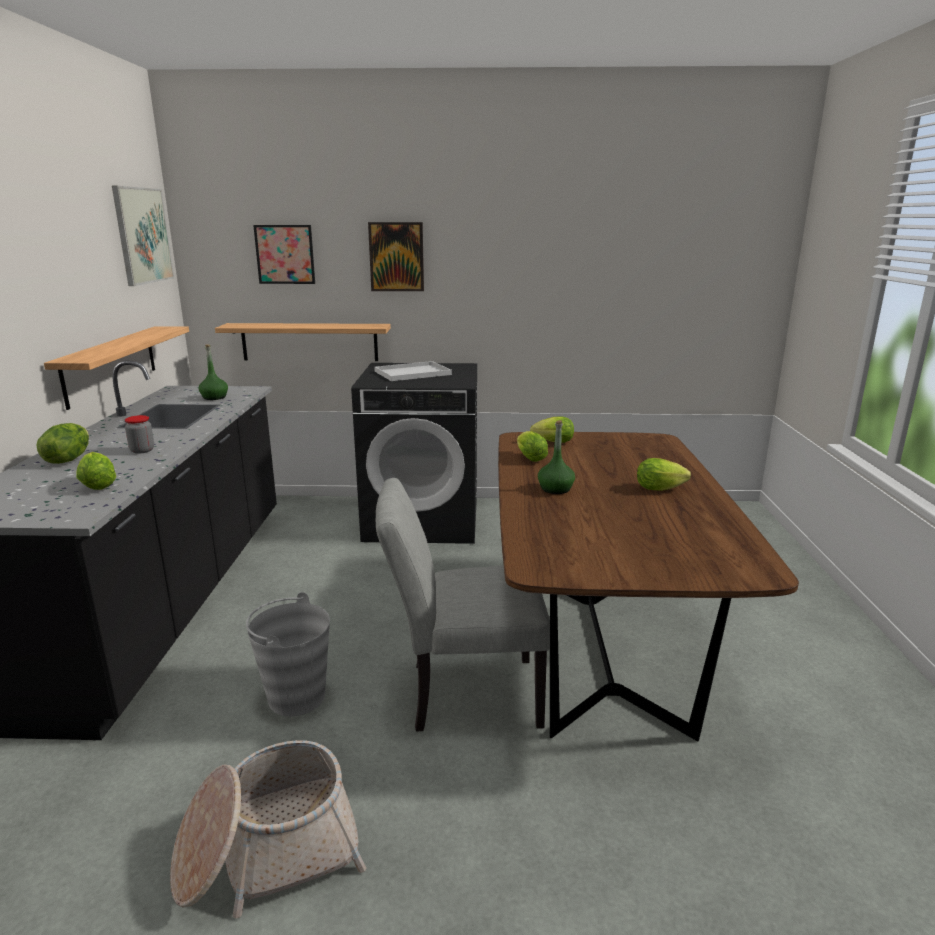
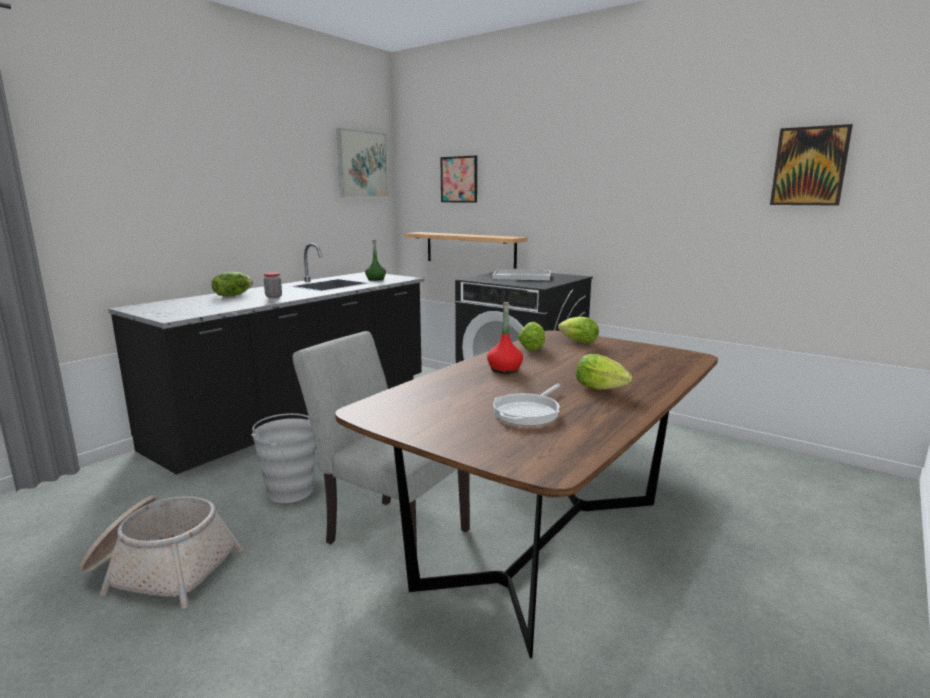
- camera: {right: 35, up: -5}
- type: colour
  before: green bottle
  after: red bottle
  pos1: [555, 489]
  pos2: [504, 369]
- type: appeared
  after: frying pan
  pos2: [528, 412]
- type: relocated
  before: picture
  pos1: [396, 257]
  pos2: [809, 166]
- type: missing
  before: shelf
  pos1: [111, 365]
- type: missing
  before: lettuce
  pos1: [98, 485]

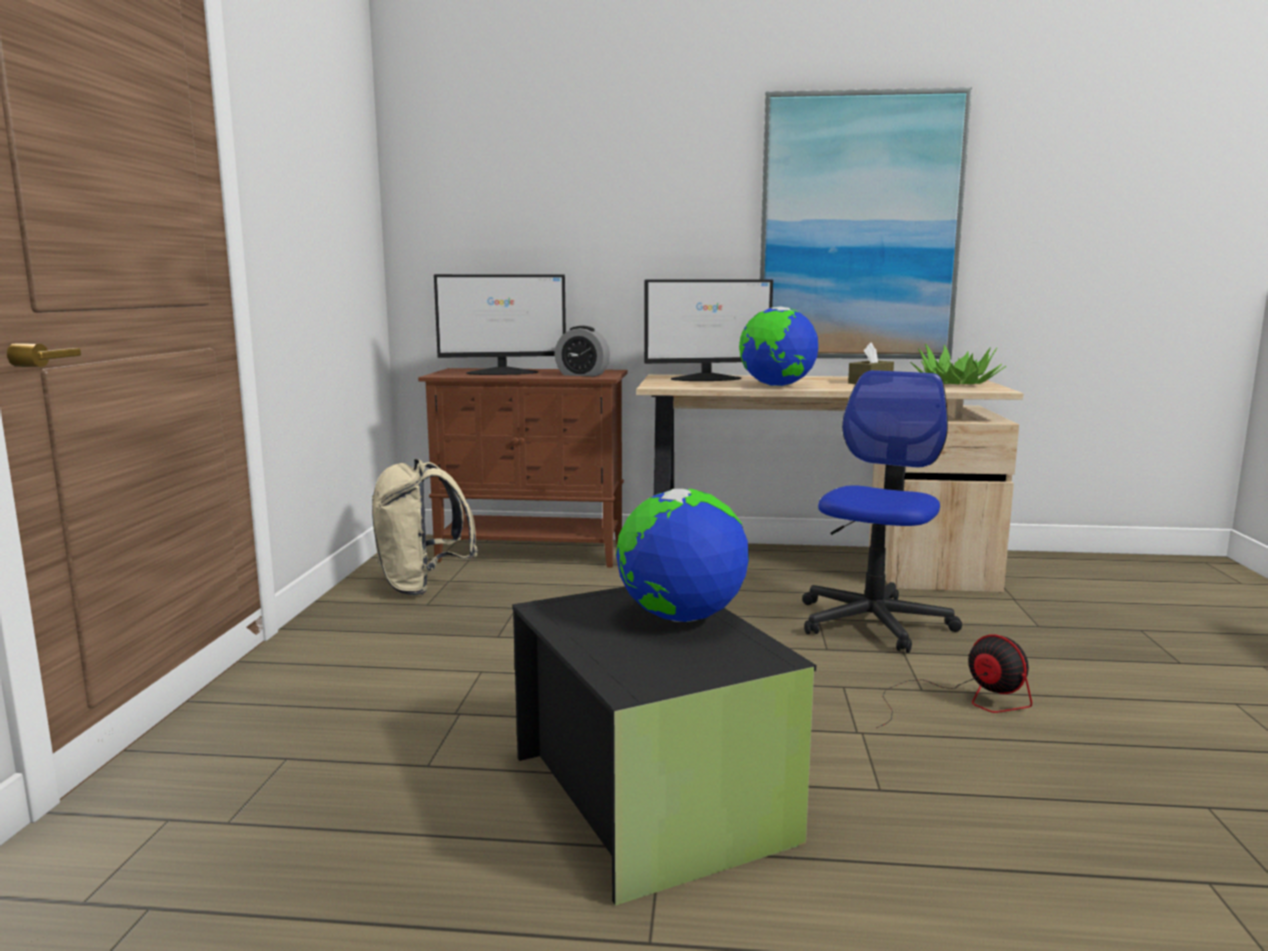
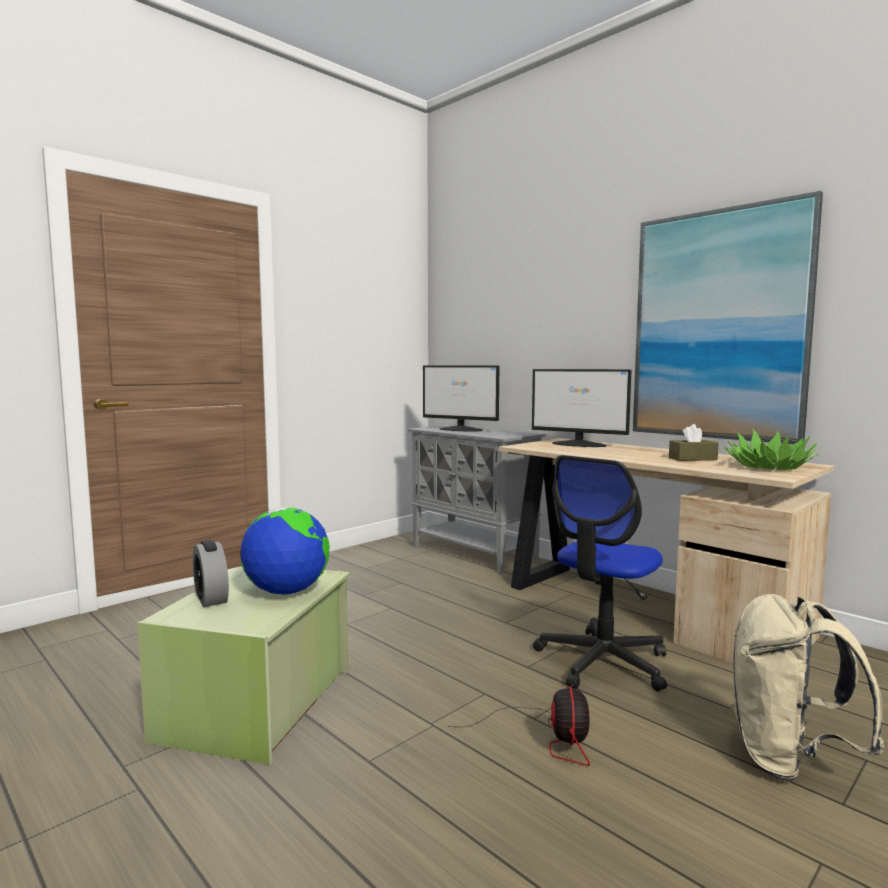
- camera: {right: 40, up: -5}
- type: colour
  before: black storage box
  after: green storage box
  pos1: [653, 795]
  pos2: [261, 703]
- type: relocated
  before: alarm clock
  pos1: [582, 375]
  pos2: [211, 598]
- type: colour
  before: brown cabinet
  after: grey cabinet
  pos1: [533, 552]
  pos2: [474, 553]
- type: spun
  before: office chair
  pos1: [873, 622]
  pos2: [602, 662]
  turn: 150
- type: relocated
  before: beige backpack
  pos1: [421, 586]
  pos2: [788, 759]
- type: missing
  before: globe
  pos1: [777, 386]

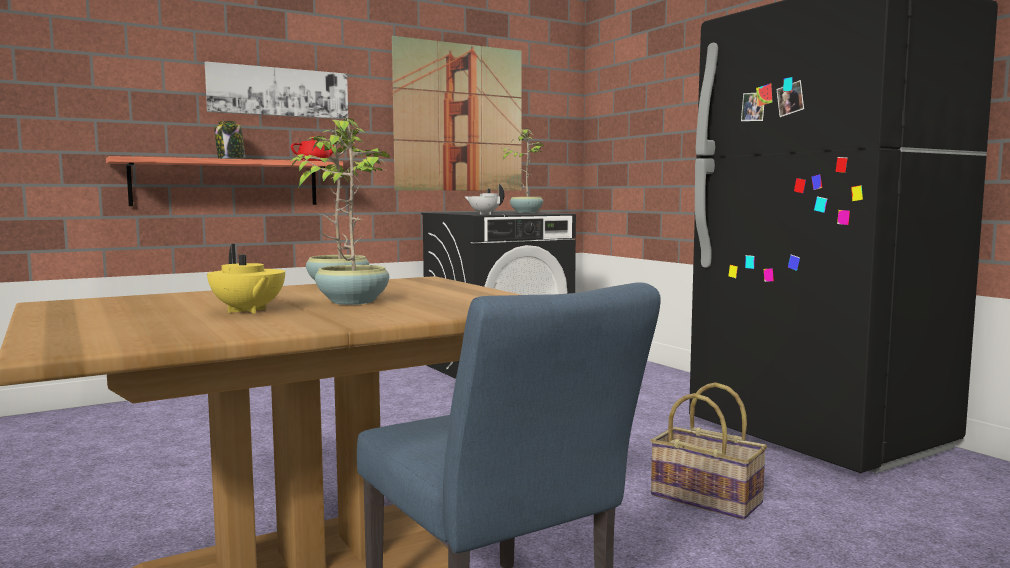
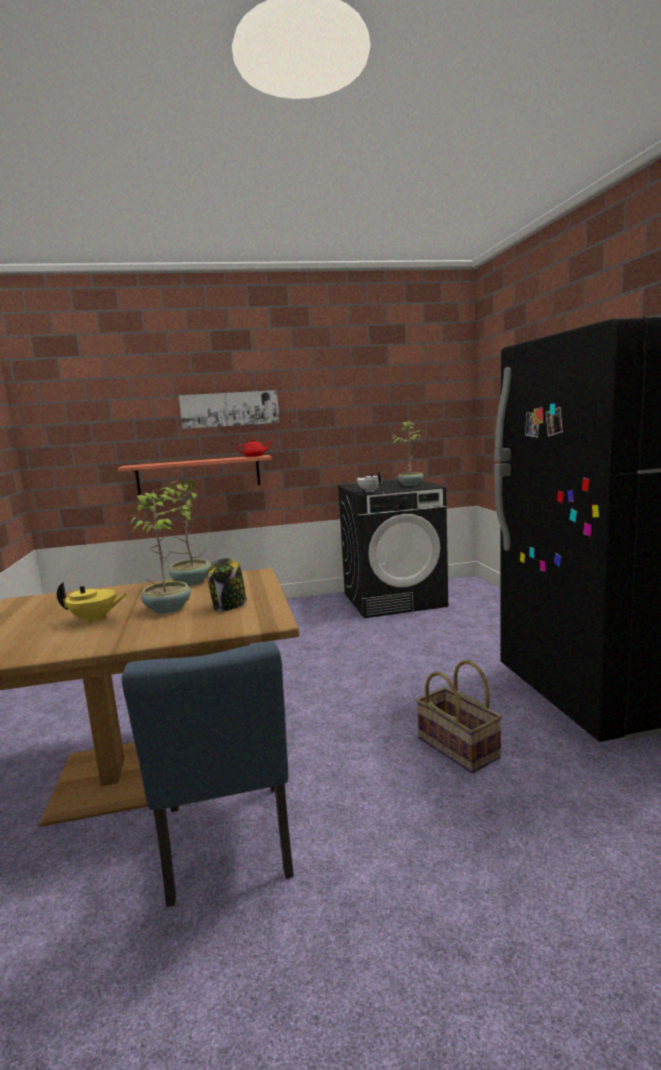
- camera: {right: 20, up: 5}
- type: spun
  before: yellow teapot
  pos1: [248, 311]
  pos2: [95, 619]
  turn: -75
- type: relocated
  before: jar
  pos1: [231, 159]
  pos2: [229, 606]
- type: missing
  before: picture
  pos1: [459, 118]

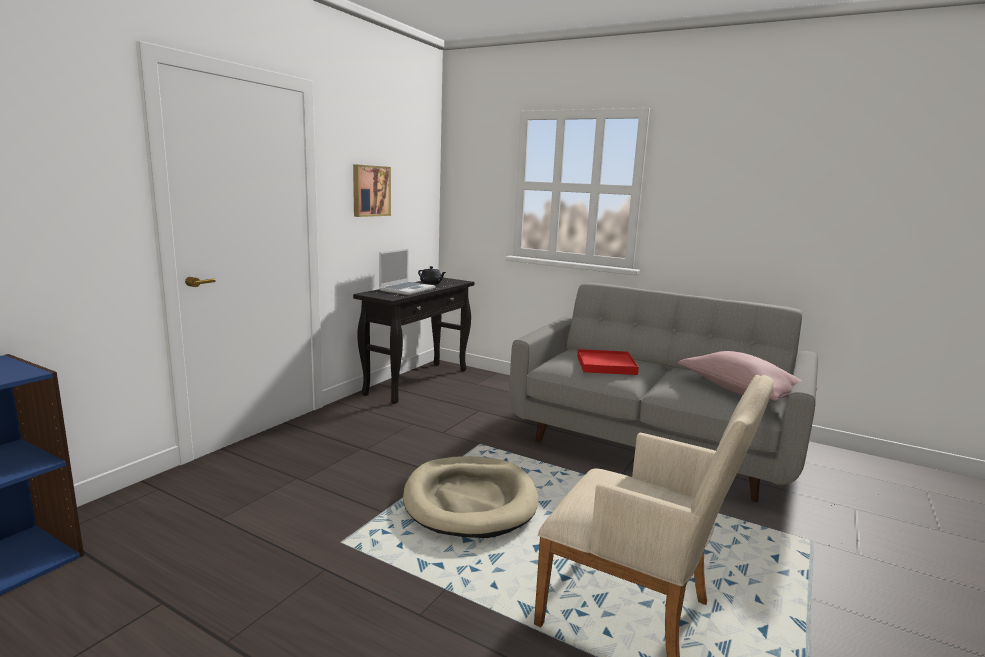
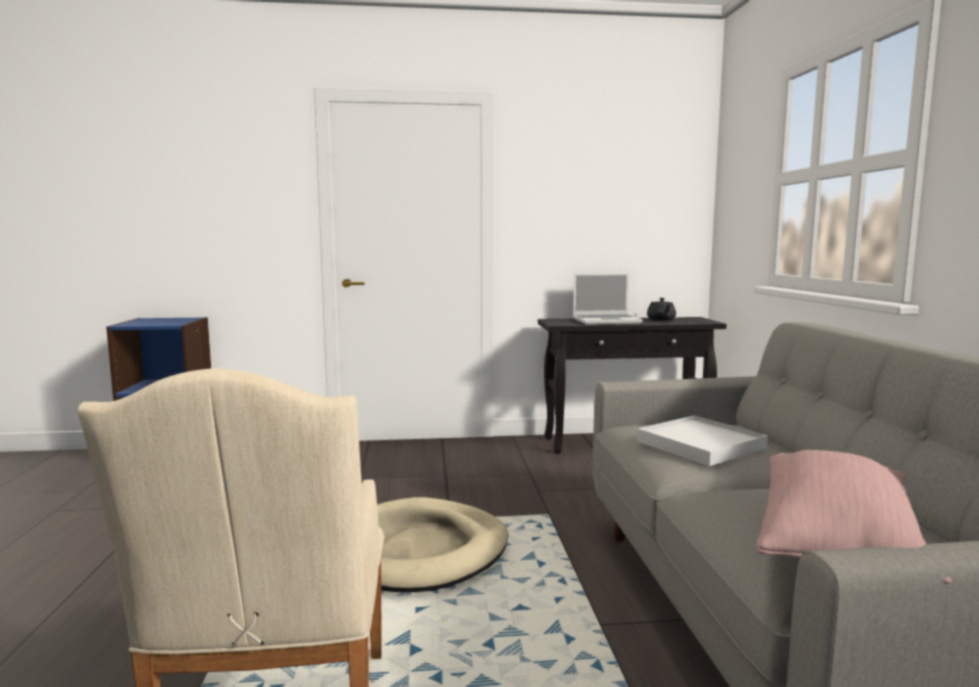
- camera: {right: 55, up: -5}
- type: colour
  before: red tray
  after: white tray
  pos1: [606, 365]
  pos2: [700, 445]
- type: missing
  before: picture
  pos1: [370, 191]

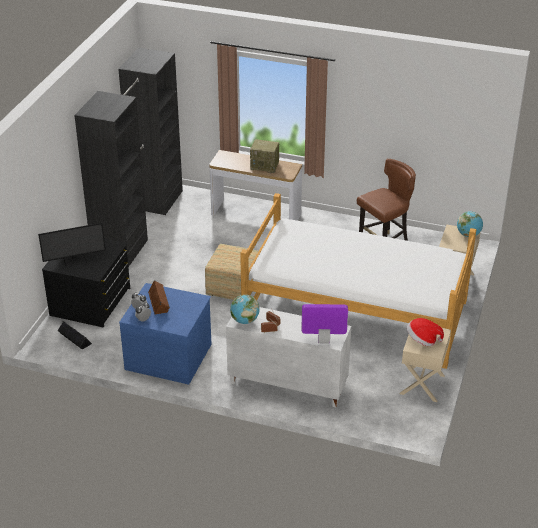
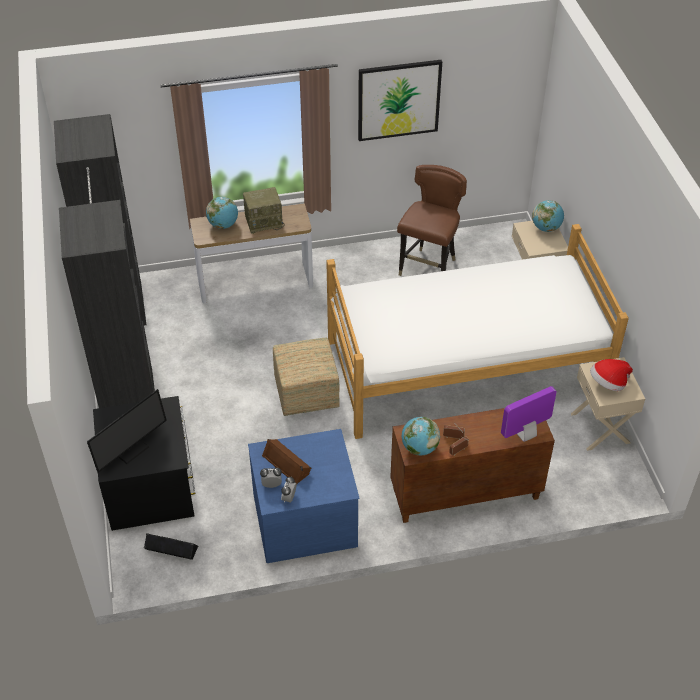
- camera: {right: -30, up: 10}
- type: appeared
  after: globe
  pos2: [223, 225]
- type: appeared
  after: picture
  pos2: [398, 100]
- type: colour
  before: white cabinet
  after: brown cabinet
  pos1: [286, 384]
  pos2: [464, 494]

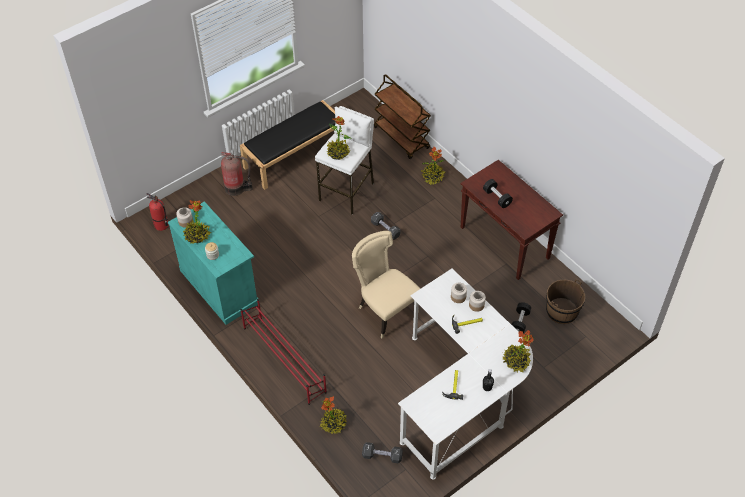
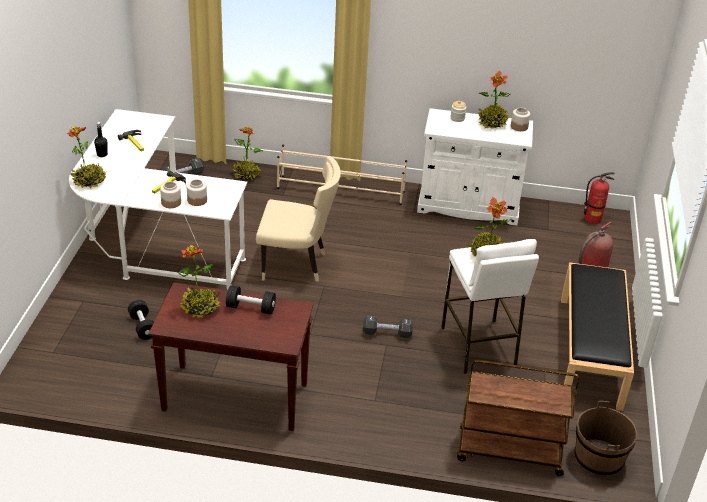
- camera: {right: 135, up: -15}
- type: relocated
  before: potted plant
  pos1: [433, 177]
  pos2: [200, 308]
- type: colour
  before: red shoe rack
  after: beige shoe rack
  pos1: [284, 359]
  pos2: [341, 190]
- type: colour
  before: turquoise cabinet
  after: white cabinet
  pos1: [219, 287]
  pos2: [468, 206]
- type: relocated
  before: brown bucket
  pos1: [562, 311]
  pos2: [598, 459]

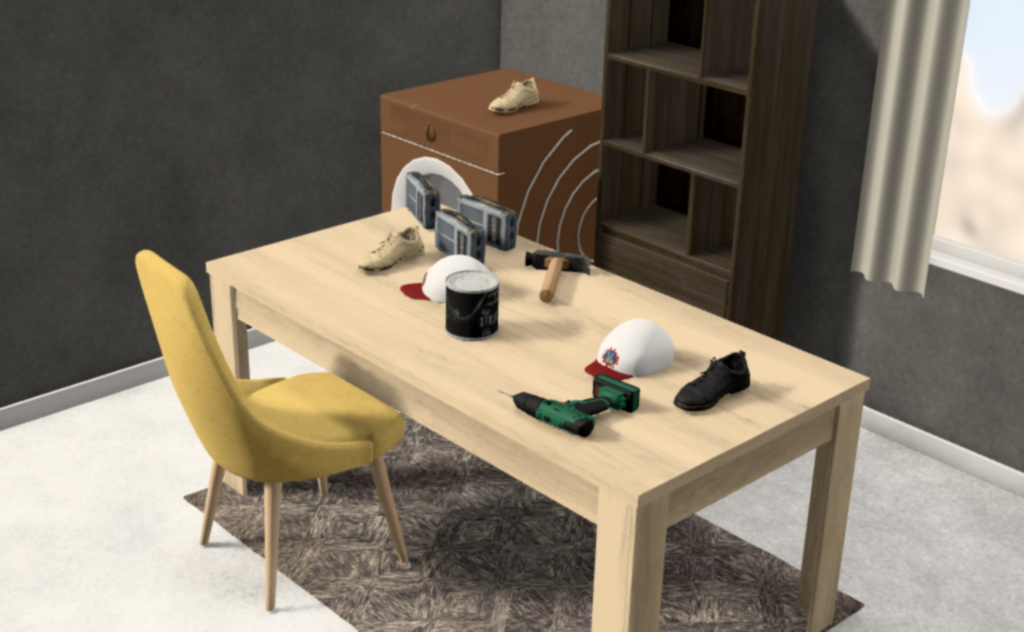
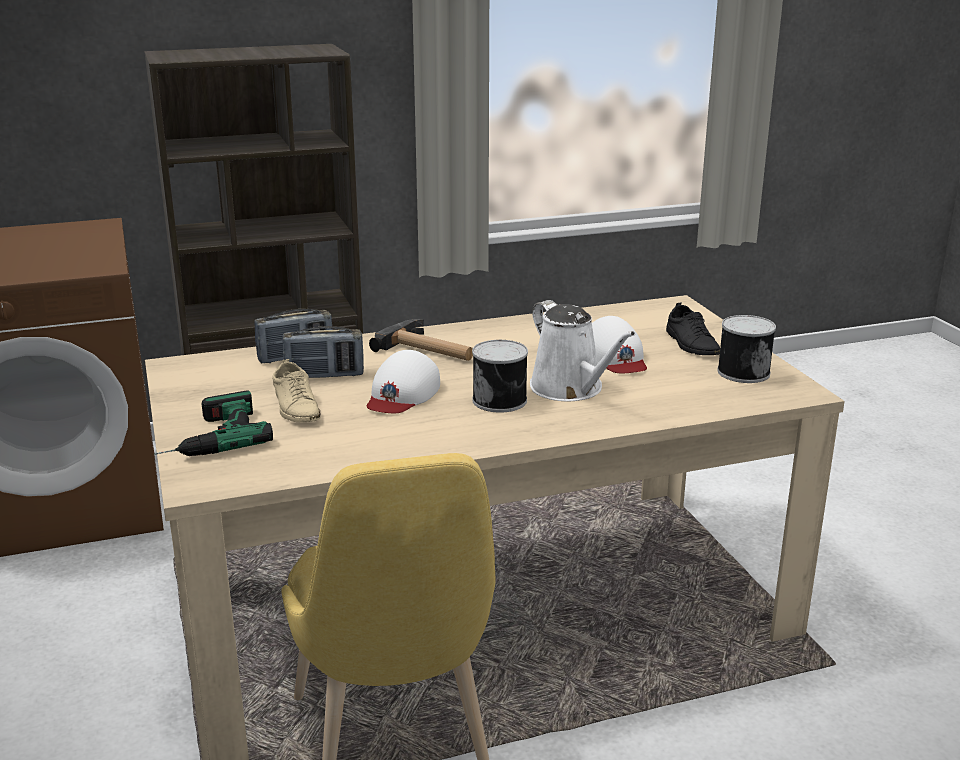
- camera: {right: -65, up: 0}
- type: relocated
  before: power drill
  pos1: [565, 407]
  pos2: [208, 437]
- type: appeared
  after: white watering can
  pos2: [570, 389]
- type: appeared
  after: can
  pos2: [742, 372]
- type: missing
  before: radio
  pos1: [422, 219]
- type: missing
  before: beige shoe
  pos1: [513, 107]

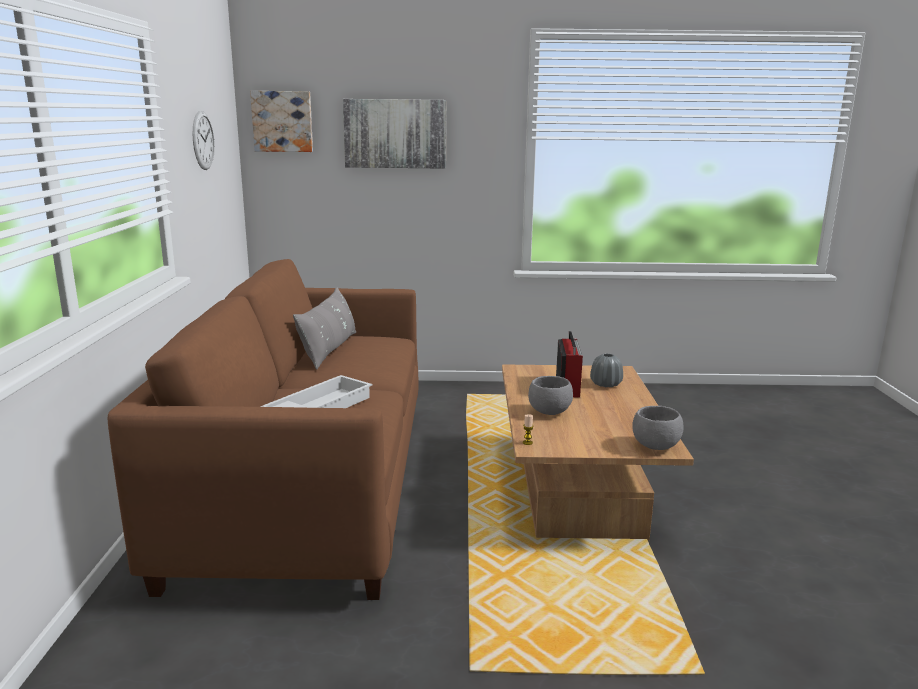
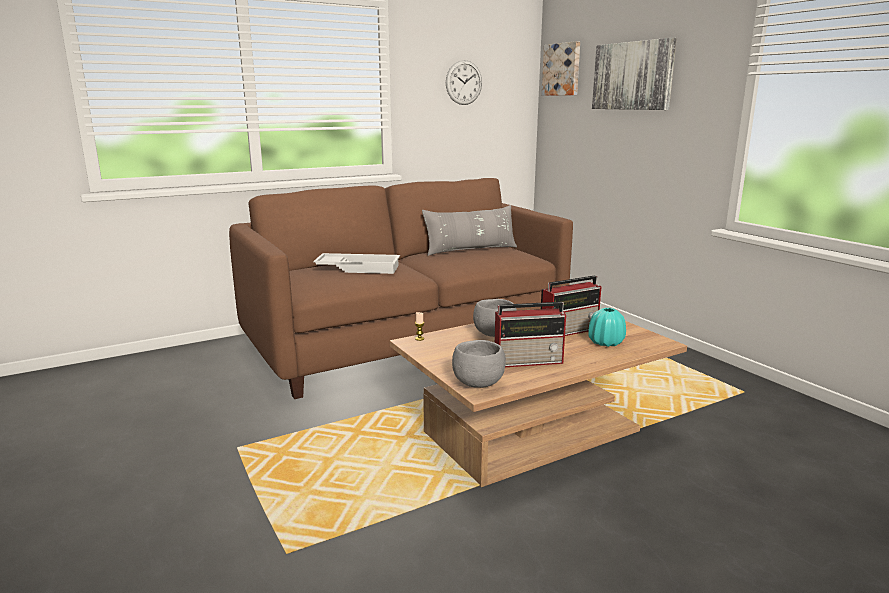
- camera: {right: 60, up: 0}
- type: appeared
  after: radio
  pos2: [529, 361]
- type: colour
  before: grey vase
  after: turquoise vase
  pos1: [605, 384]
  pos2: [605, 342]

